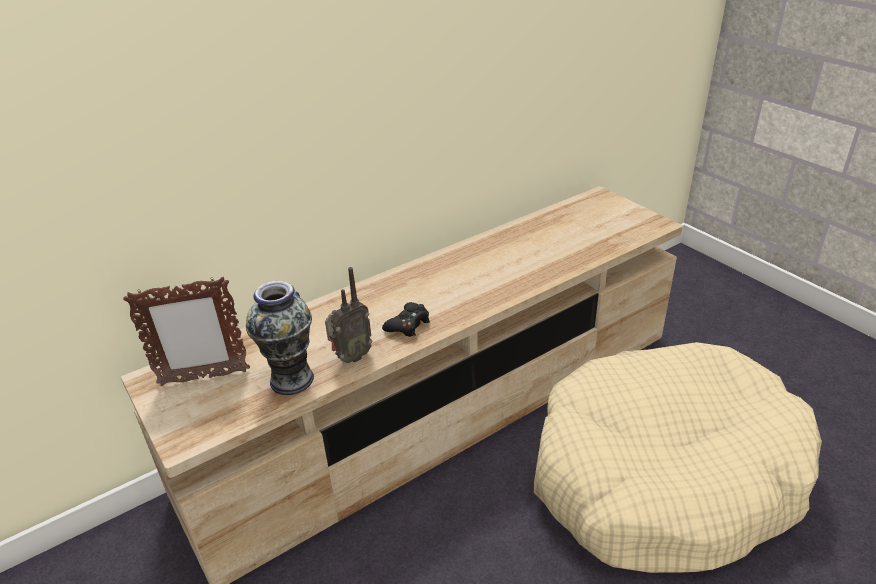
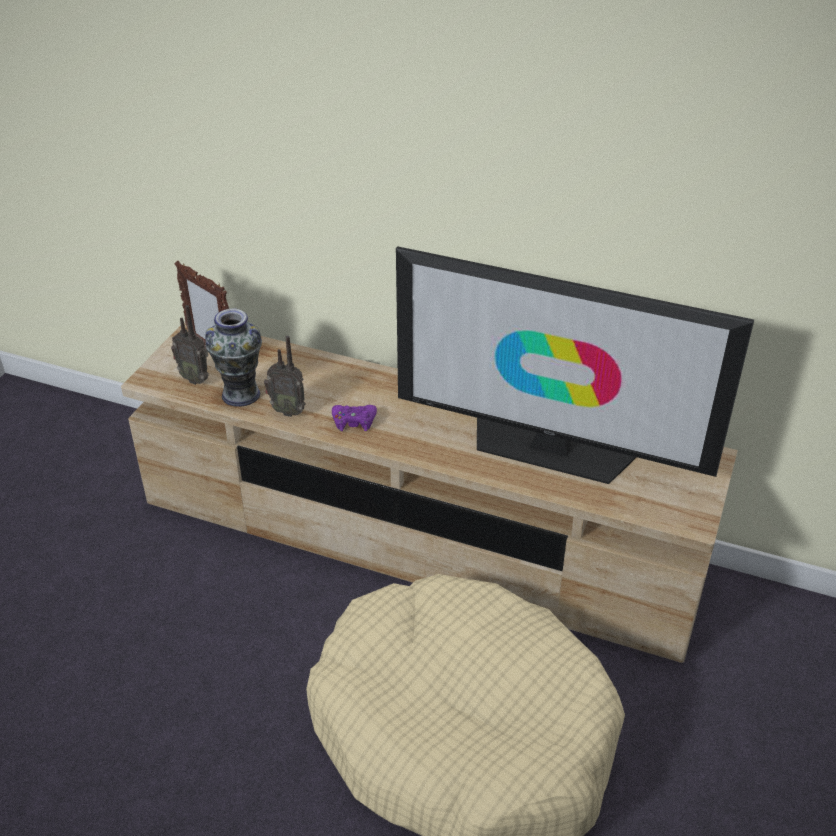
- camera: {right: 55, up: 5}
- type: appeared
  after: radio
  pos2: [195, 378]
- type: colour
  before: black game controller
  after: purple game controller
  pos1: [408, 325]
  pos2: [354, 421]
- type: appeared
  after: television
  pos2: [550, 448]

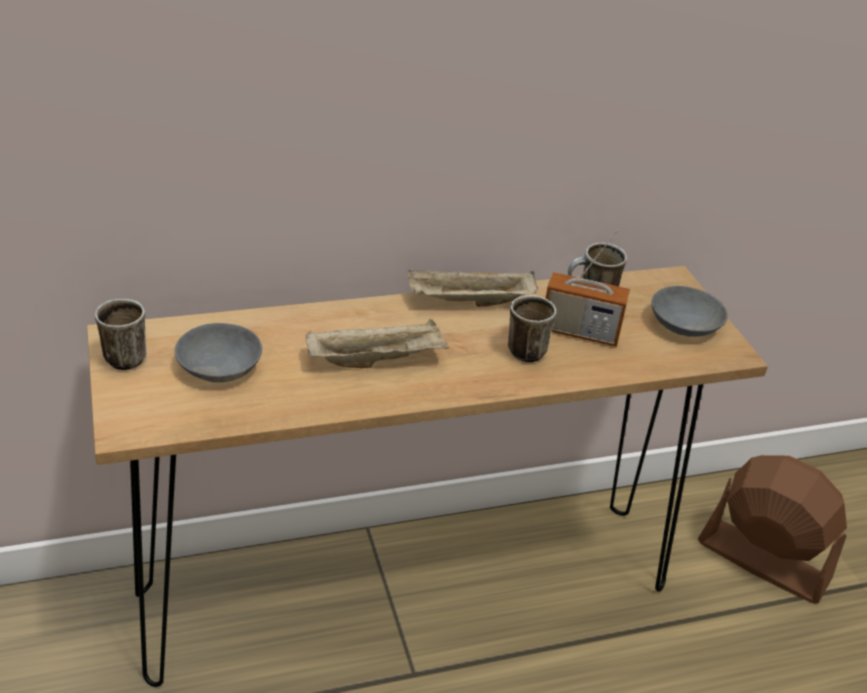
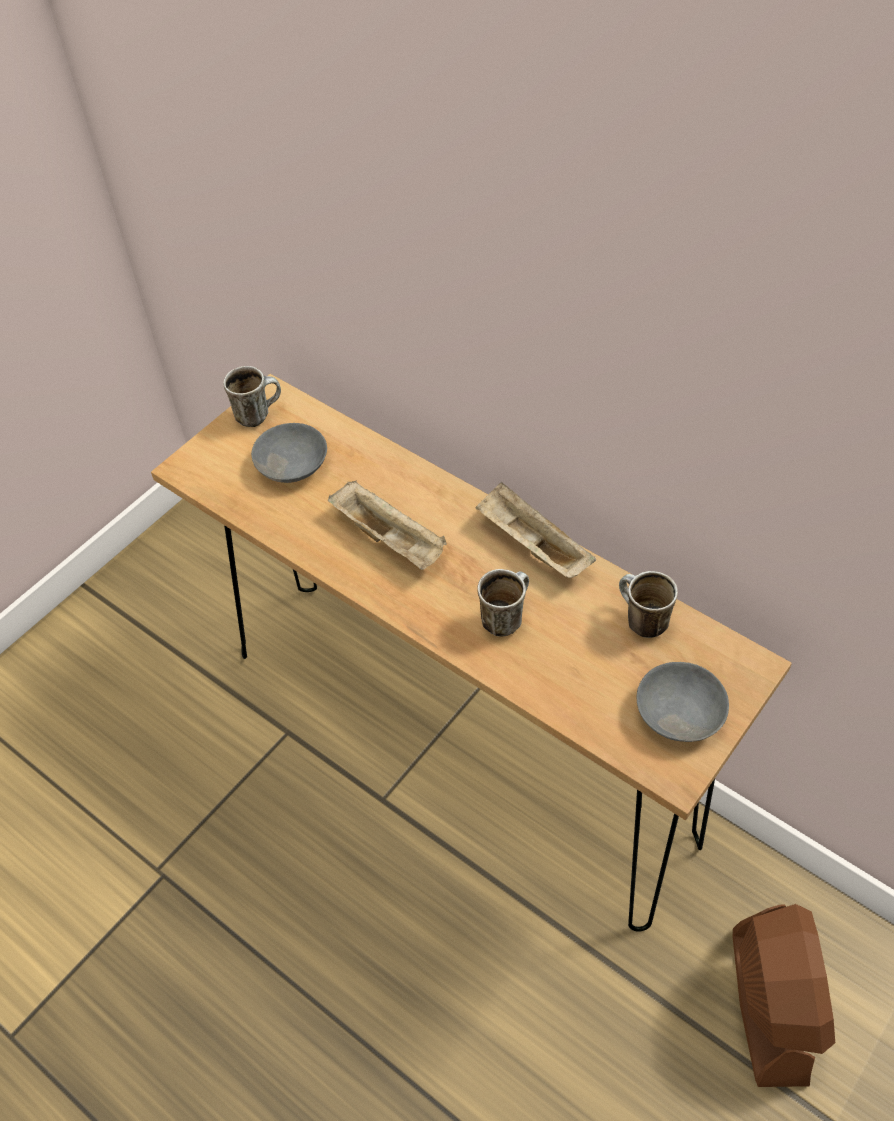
- camera: {right: 60, up: 15}
- type: missing
  before: radio
  pos1: [579, 332]

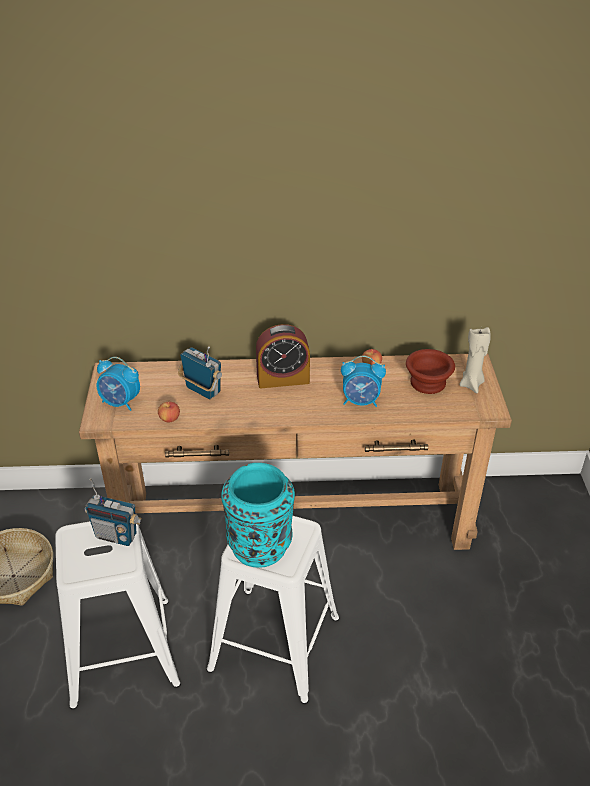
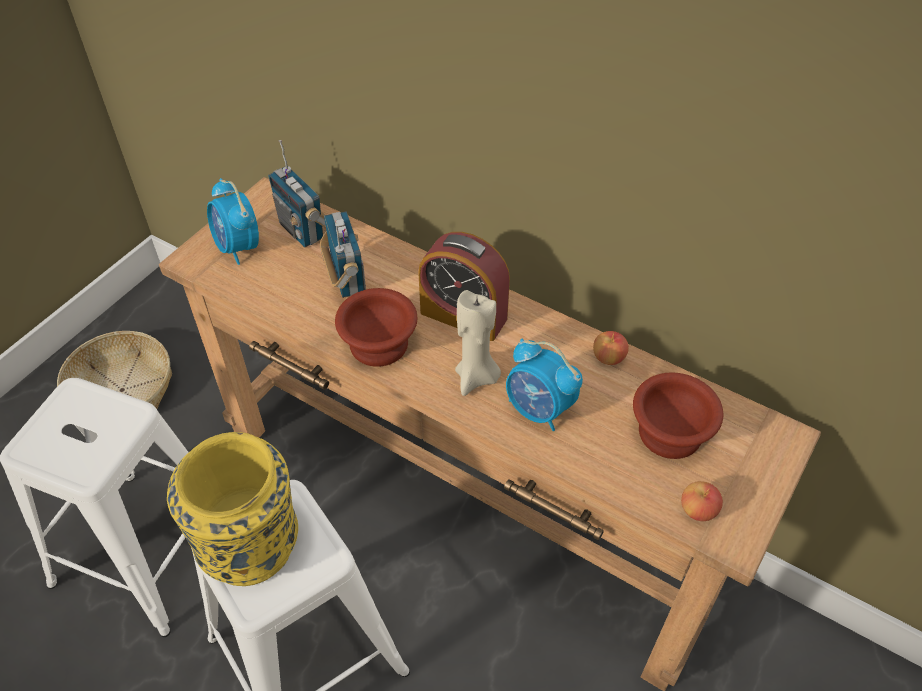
- camera: {right: 35, up: 10}
- type: colour
  before: turquoise vase
  after: yellow vase
  pos1: [259, 544]
  pos2: [251, 545]
- type: relocated
  before: radio
  pos1: [116, 536]
  pos2: [302, 231]
- type: appeared
  after: brown bowl
  pos2: [378, 346]
- type: relocated
  before: beige candle
  pos1: [471, 384]
  pos2: [476, 378]
- type: relocated
  before: apple
  pos1: [169, 419]
  pos2: [698, 510]

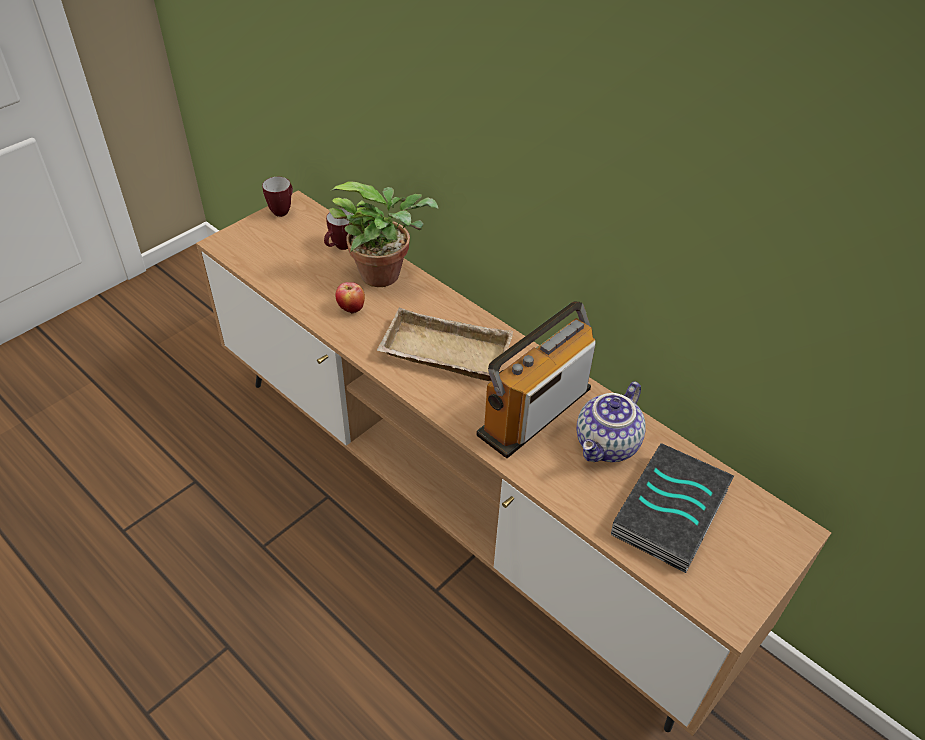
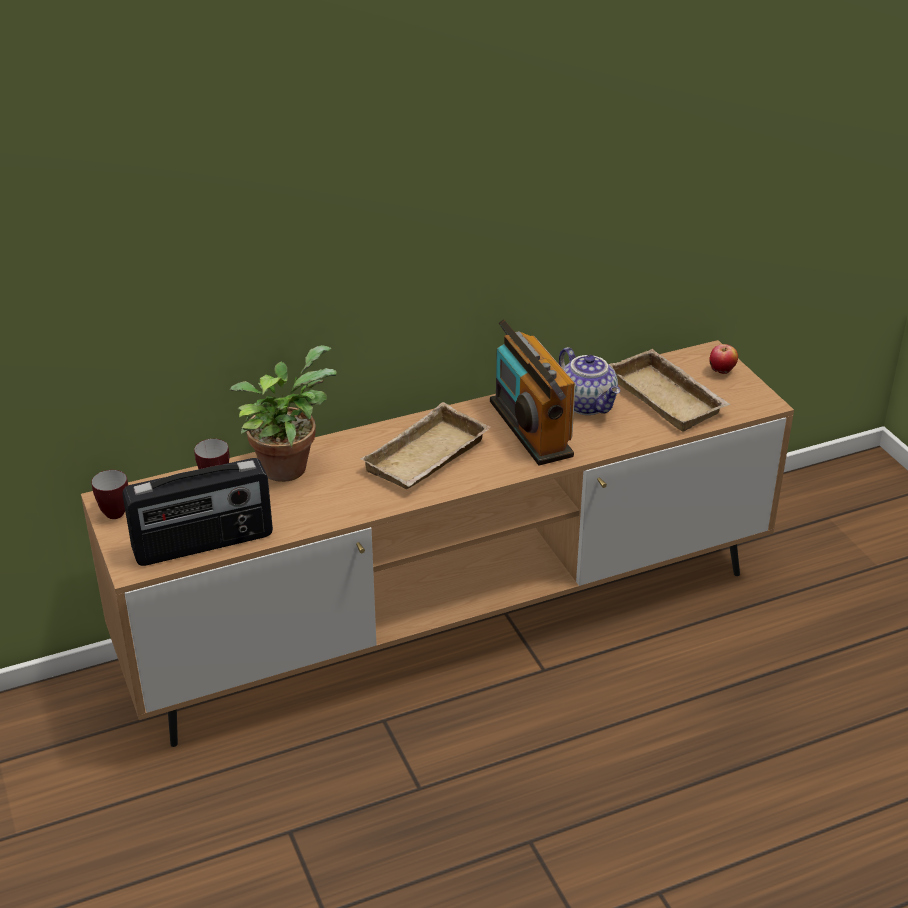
- camera: {right: -65, up: -10}
- type: appeared
  after: radio
  pos2: [203, 544]
- type: exchanged
  before: book
  after: beige tray
  pos1: [672, 514]
  pos2: [669, 397]
- type: relocated
  before: apple
  pos1: [351, 309]
  pos2: [721, 372]

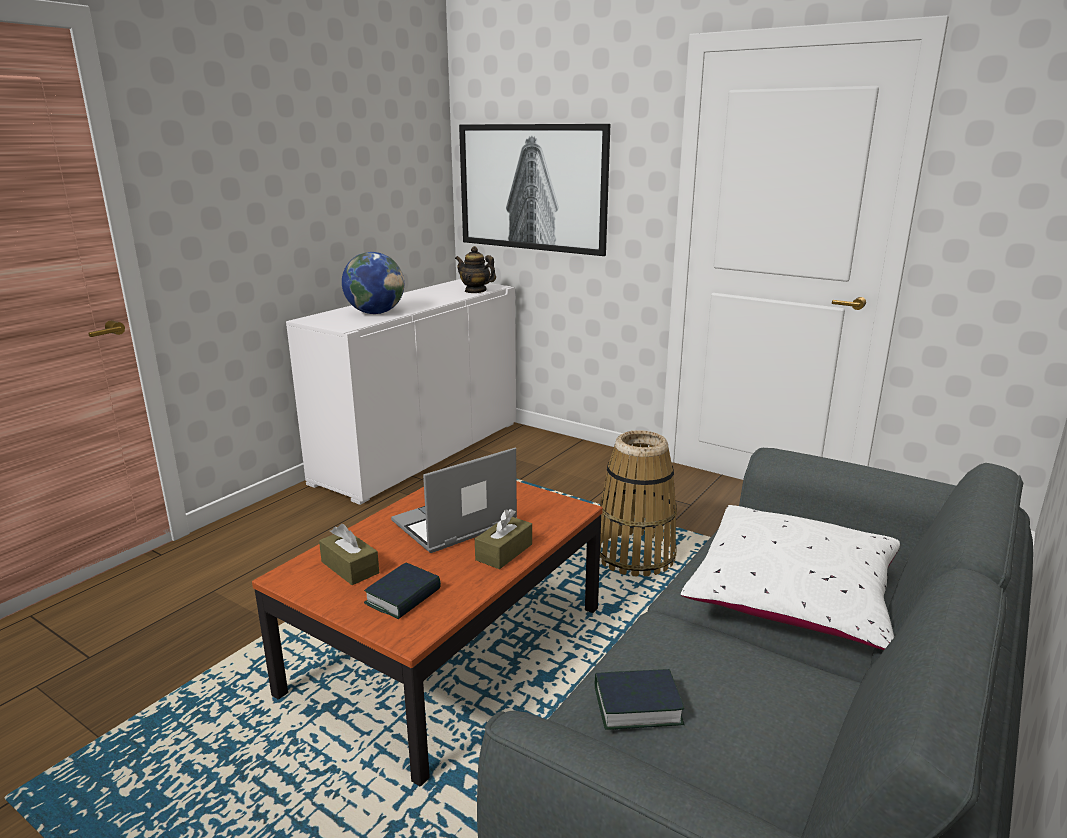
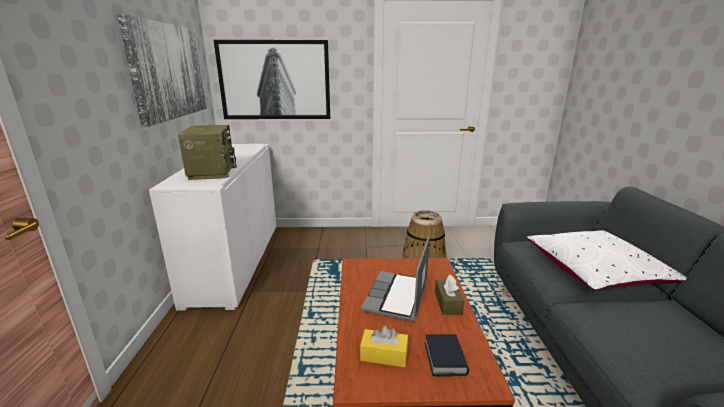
- camera: {right: -35, up: 0}
- type: appeared
  after: picture
  pos2: [168, 71]
- type: exchanged
  before: globe
  after: radio
  pos1: [375, 313]
  pos2: [211, 172]
- type: colour
  before: brown tissue box
  after: yellow tissue box
  pos1: [350, 567]
  pos2: [384, 355]
- type: missing
  before: teapot
  pos1: [475, 291]
- type: missing
  before: book
  pos1: [637, 706]

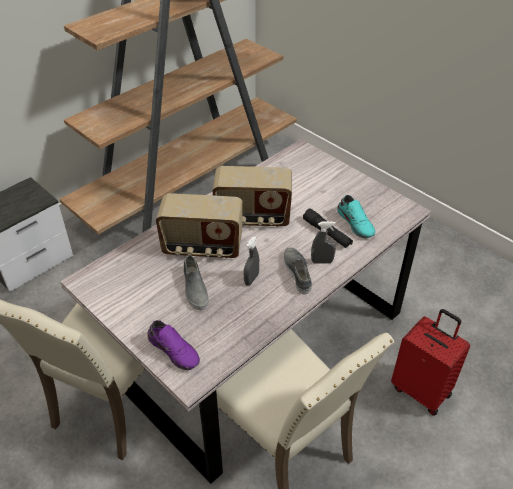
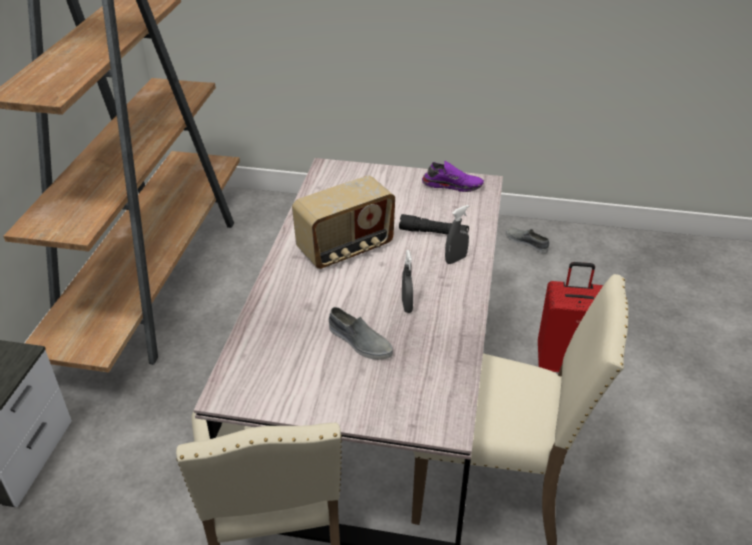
- camera: {right: -35, up: -5}
- type: relocated
  before: purple shoe
  pos1: [175, 350]
  pos2: [452, 185]
- type: relocated
  before: grey shoe
  pos1: [298, 272]
  pos2: [527, 242]
- type: missing
  before: radio
  pos1: [202, 247]
- type: missing
  before: turquoise shoe
  pos1: [356, 223]

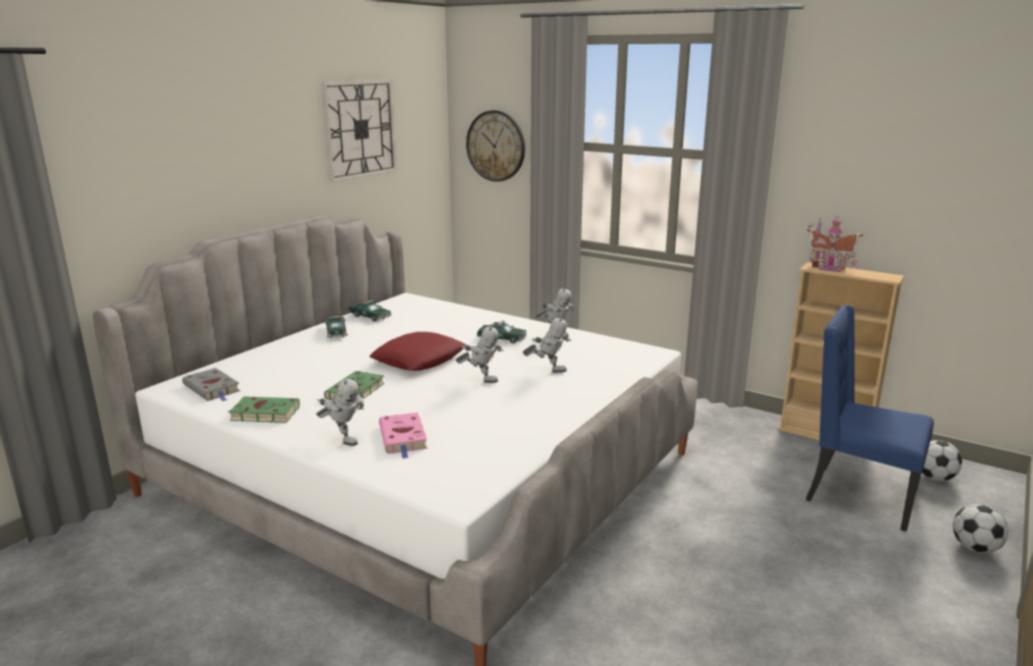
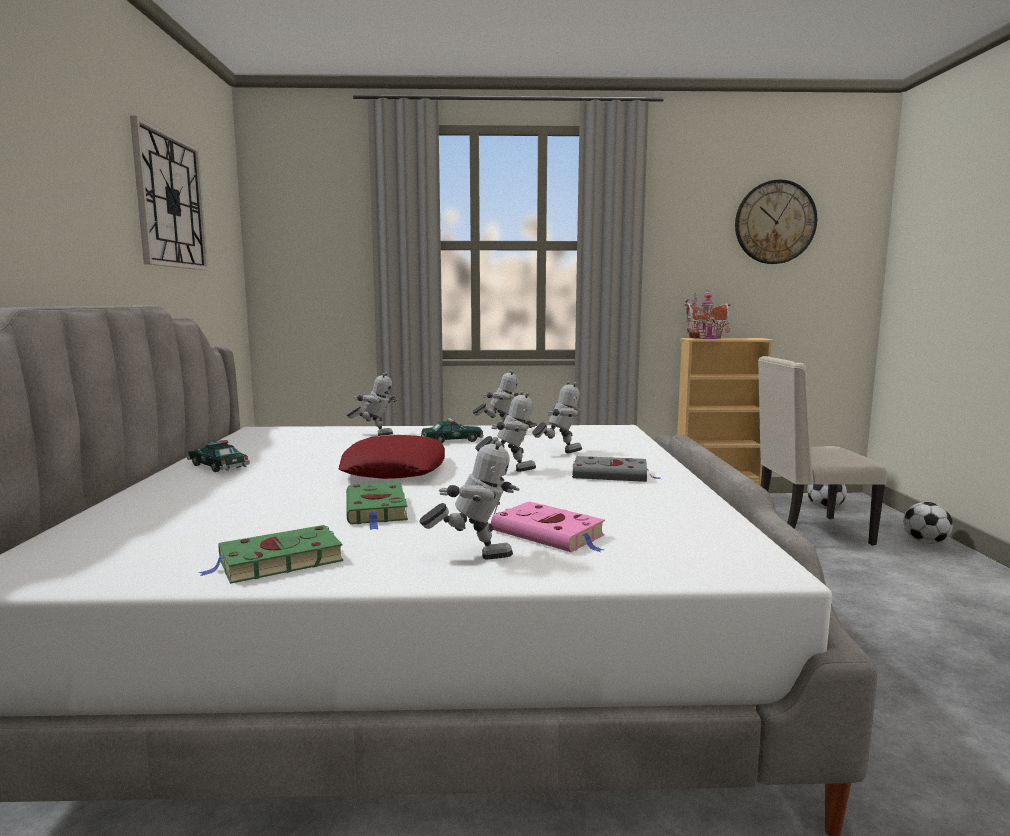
- camera: {right: -35, up: -10}
- type: appeared
  after: toy robot
  pos2: [375, 434]
- type: relocated
  before: grey book
  pos1: [212, 389]
  pos2: [612, 475]
- type: relocated
  before: wall clock
  pos1: [496, 146]
  pos2: [775, 222]
- type: colour
  before: blue chair
  after: beige chair
  pos1: [858, 496]
  pos2: [807, 532]
- type: missing
  before: toy car
  pos1: [370, 317]

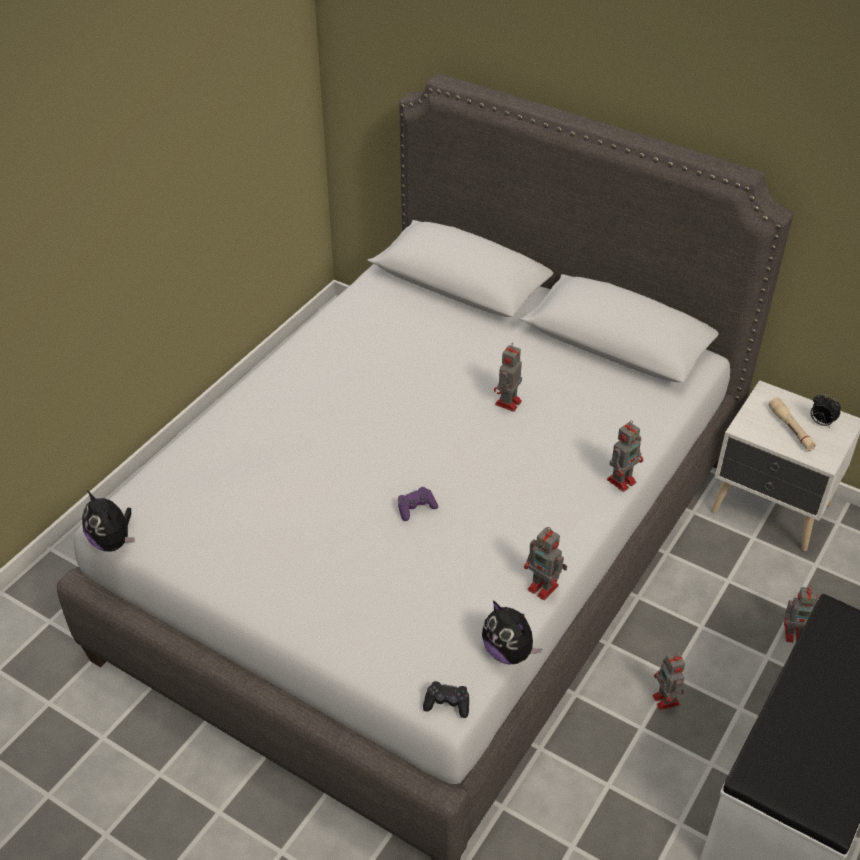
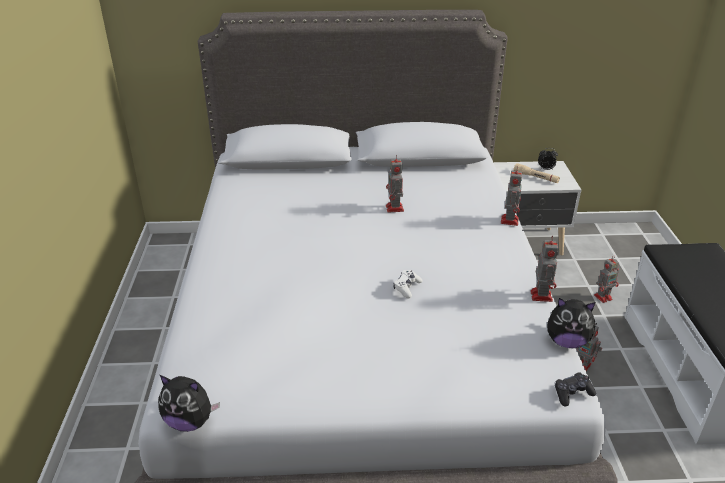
- camera: {right: -35, up: -10}
- type: colour
  before: purple game controller
  after: white game controller
  pos1: [416, 508]
  pos2: [407, 287]
- type: spun
  before: toy robot
  pos1: [544, 588]
  pos2: [541, 295]
  turn: -90

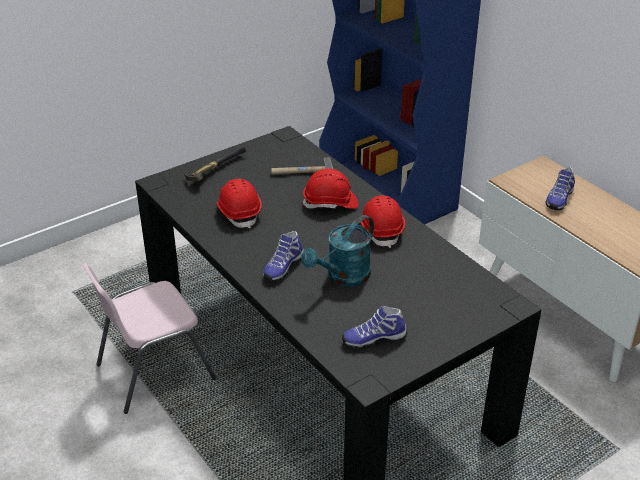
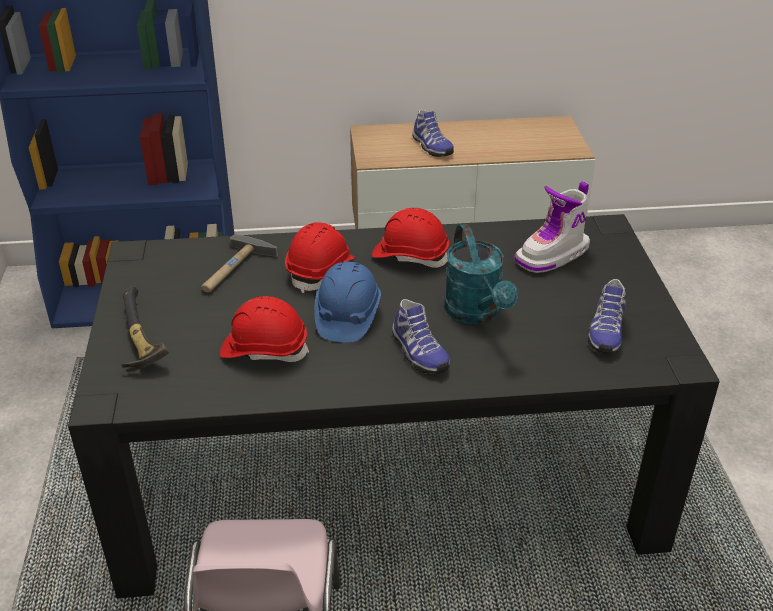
- camera: {right: -60, up: 0}
- type: appeared
  after: blue hard hat
  pos2: [347, 316]
- type: appeared
  after: boot
  pos2: [553, 256]

